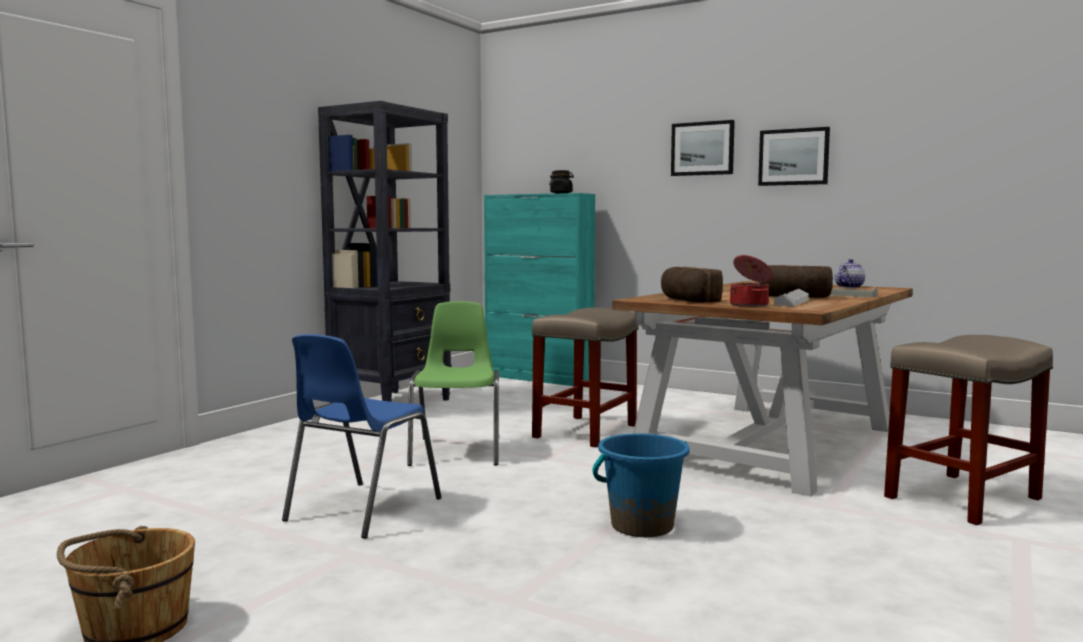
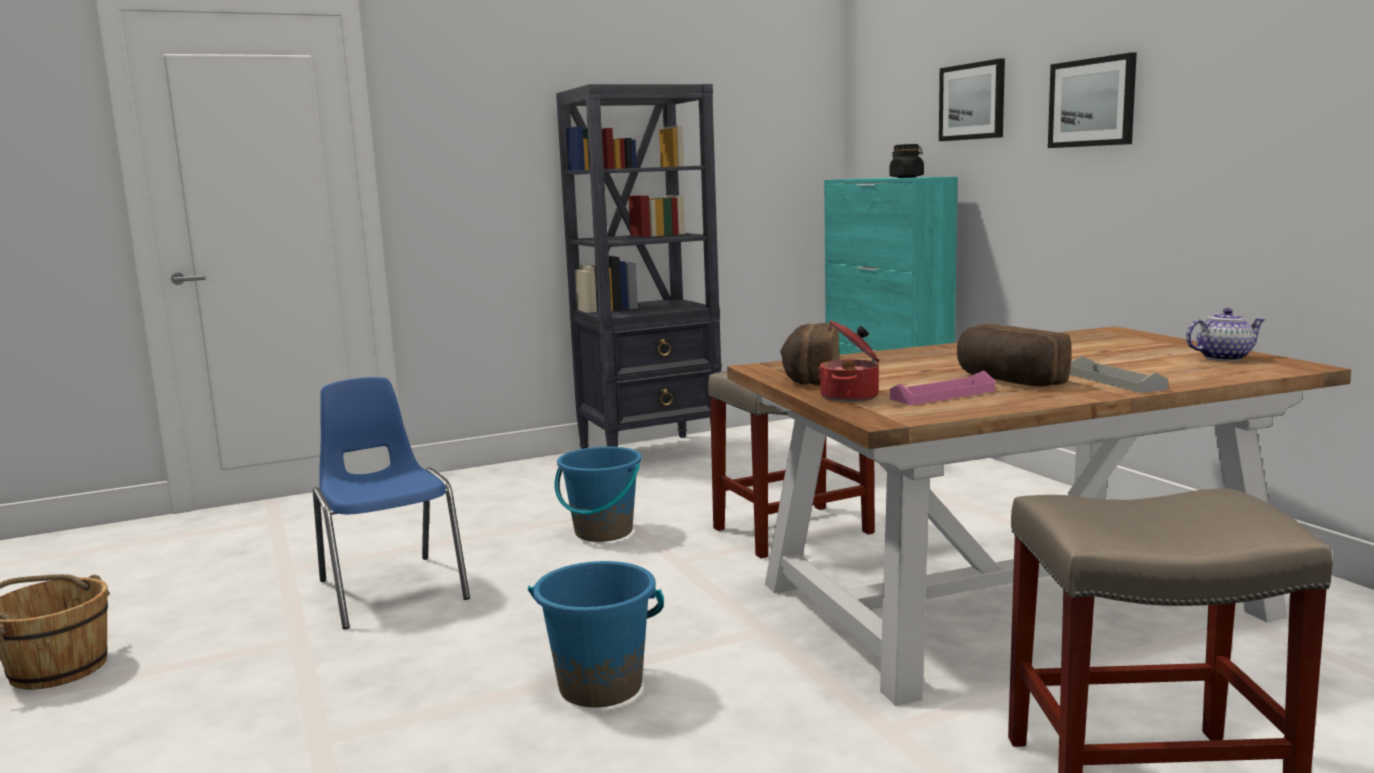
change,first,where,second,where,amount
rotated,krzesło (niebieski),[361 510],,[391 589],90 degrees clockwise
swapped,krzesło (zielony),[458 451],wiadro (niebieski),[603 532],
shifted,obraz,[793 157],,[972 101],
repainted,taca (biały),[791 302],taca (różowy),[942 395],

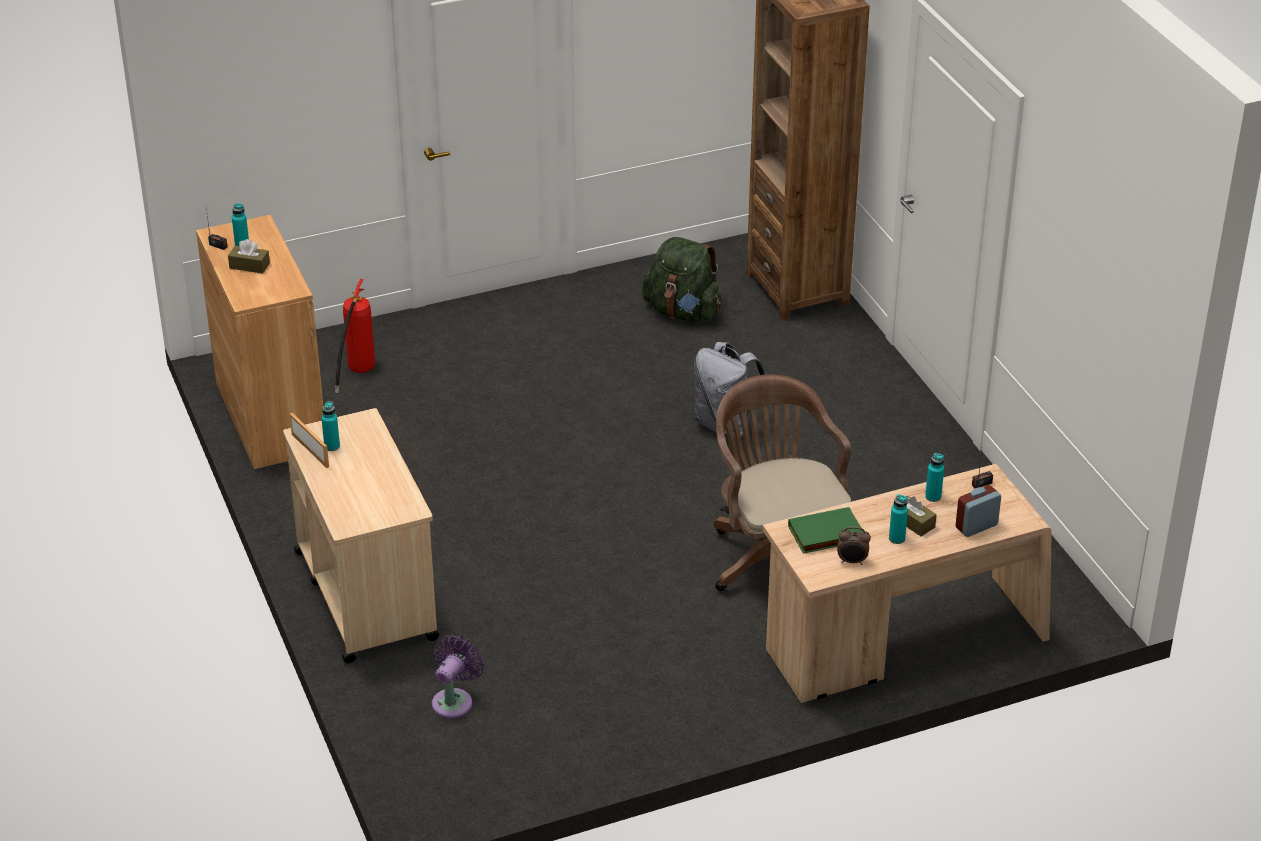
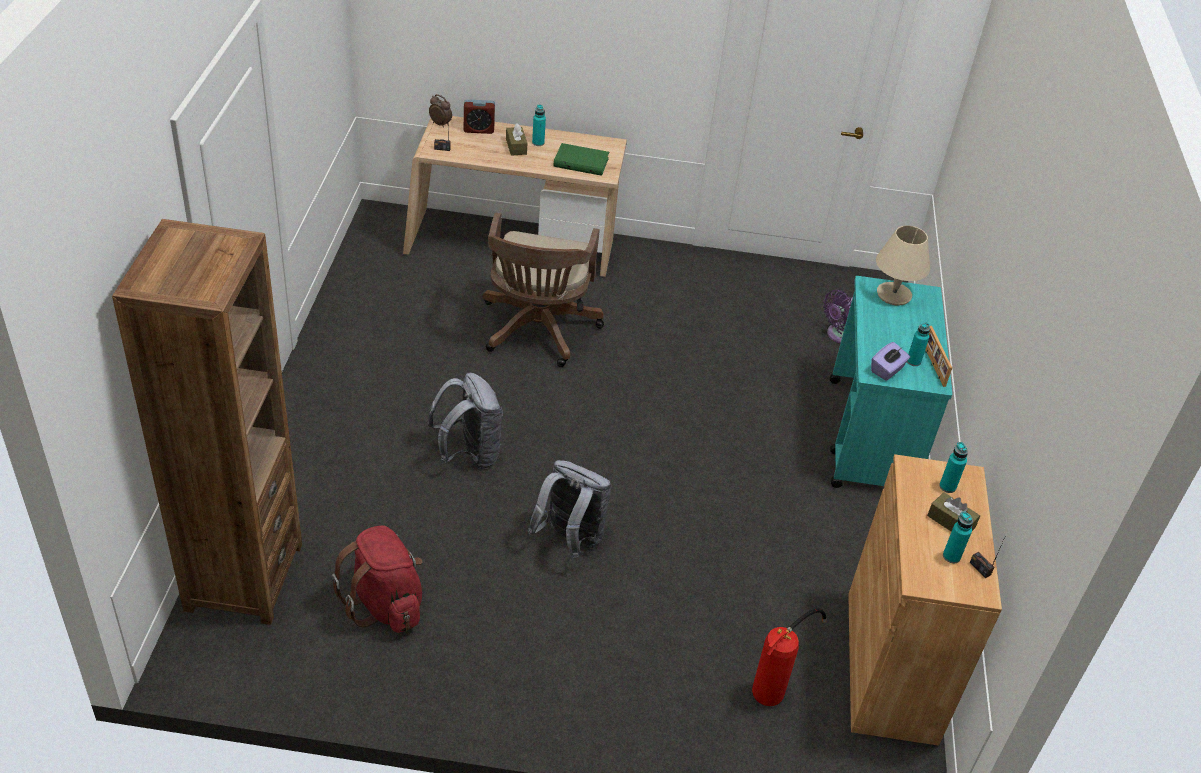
change,first,where,second,where,amount
repainted,wózek (beżowy),[365 594],wózek (turkusowy),[870 437],
repainted,plecak (zielony),[682 312],plecak (czerwony),[385 604],
shifted,budzik,[852 561],,[440 124],
shifted,butelka (turkusowy),[933 497],,[947 486],
new,,,plecak (szary),[569 540],
new,,,pudełko chusteczek (fioletowy),[887 370],
new,,,lampa stołowa (beżowy),[893 294],

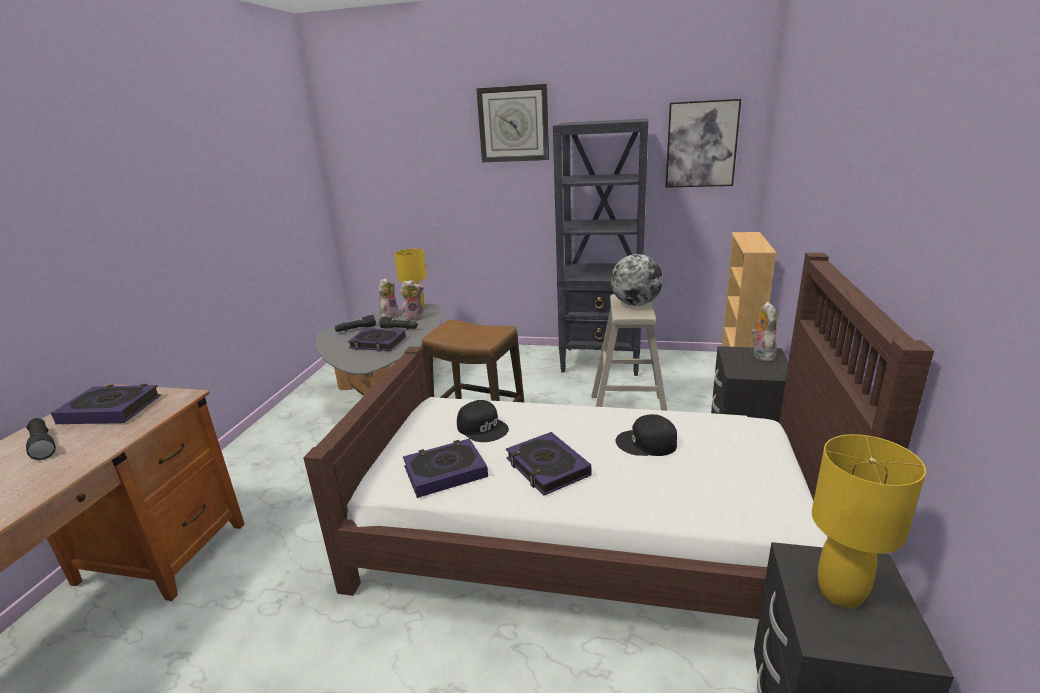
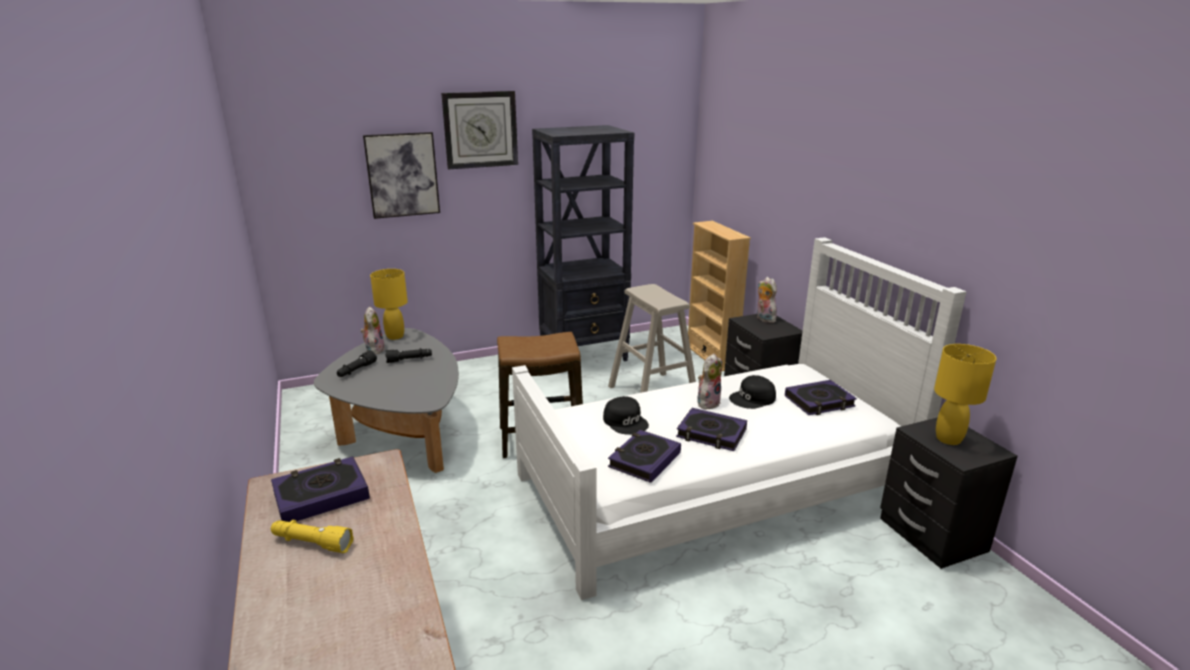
change,first,where,second,where,amount
repainted,latarka (czarny),[42 444],latarka (żółty),[311 543],
repainted,łóżko (brązowy),[585 533],łóżko (biały),[714 486],
shifted,książka,[378 343],,[819 402],
shifted,pluszak,[414 318],,[707 402],
rotated,czapka z daszkiem (czarny),[483 427],,[626 421],45 degrees clockwise
gone,globus,[635 304],,,
shifted,obraz,[701 144],,[402 175],

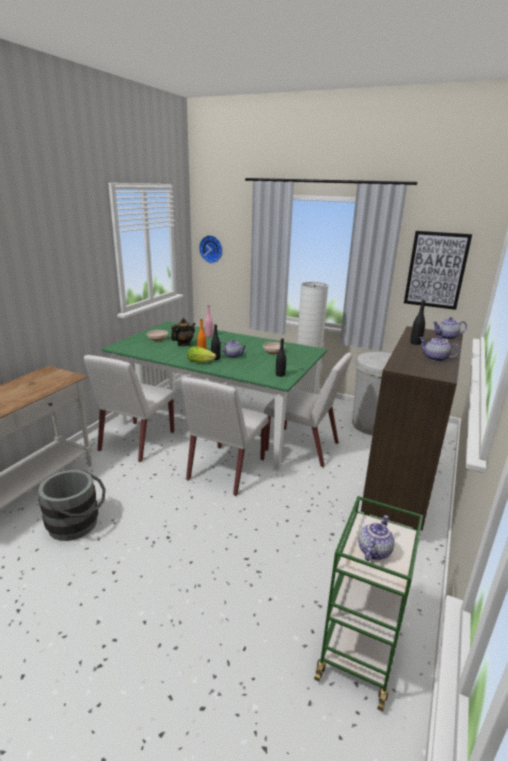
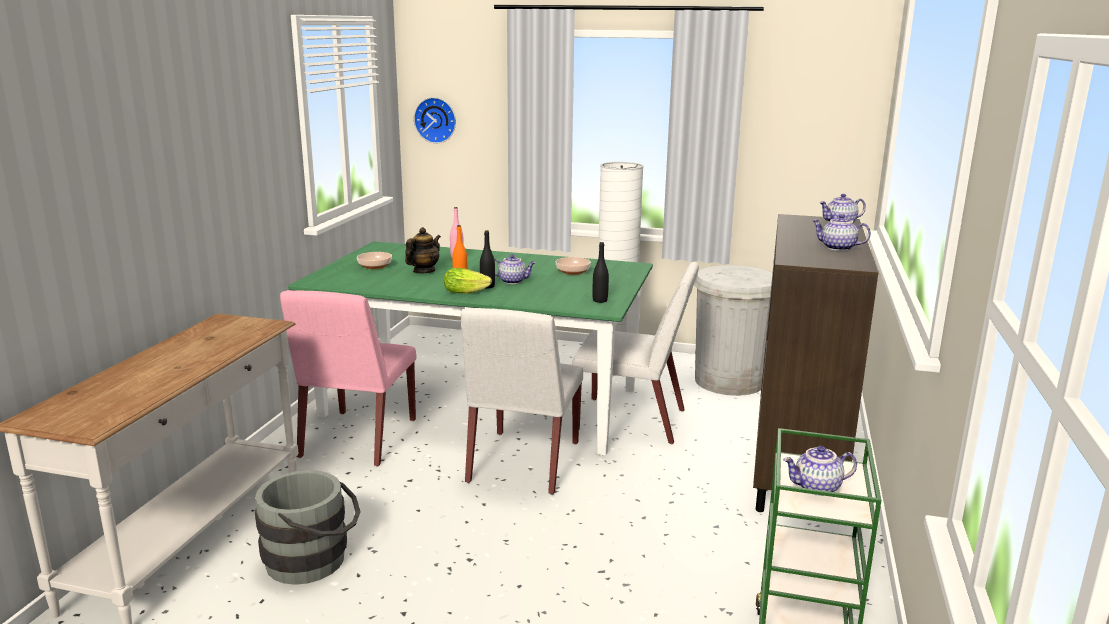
change,first,where,second,where,amount
repainted,krzesło (biały),[136 441],krzesło (różowy),[358 439],
rotated,imbryk,[373 550],,[817 488],120 degrees counterclockwise
gone,obraz,[436 270],,,
gone,butelka (czarny),[415 343],,,

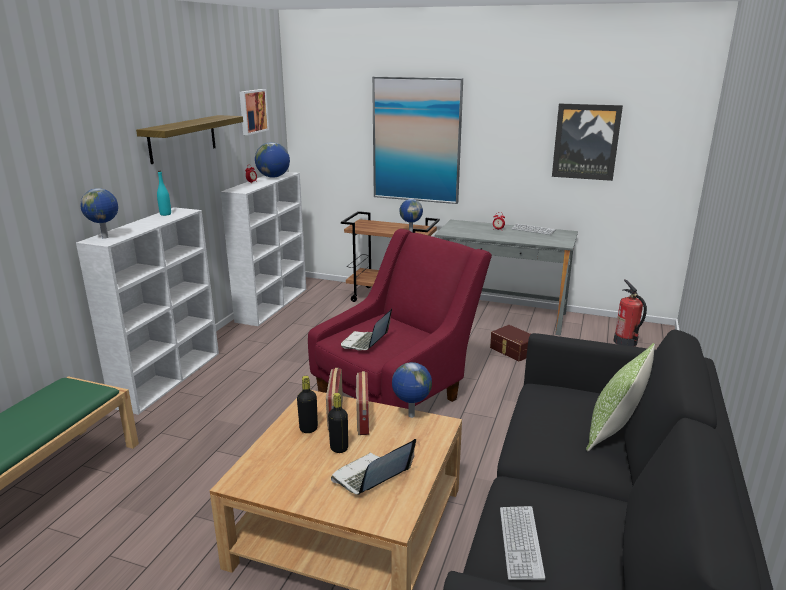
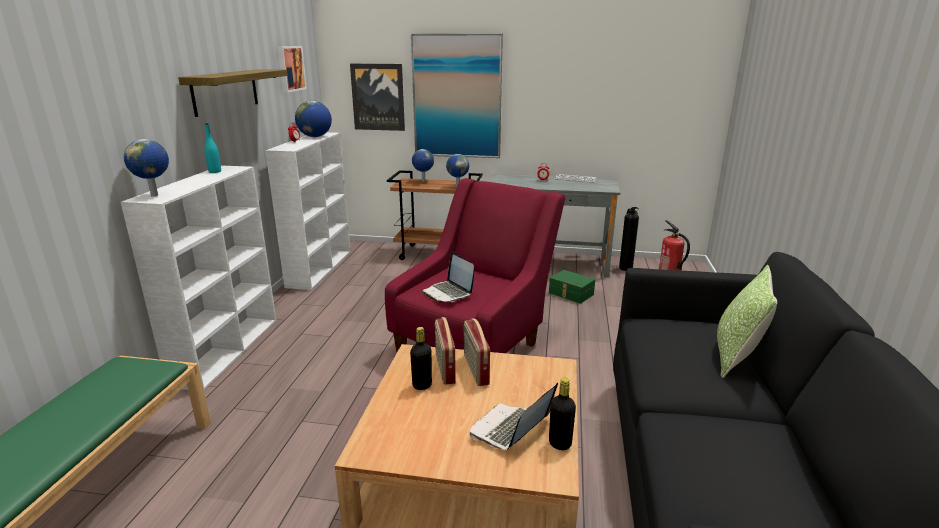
change,first,where,second,where,amount
shifted,butelka (czarny),[339 448],,[560 443],
rotated,laptop,[365 342],,[448 293],45 degrees counterclockwise
shifted,globus,[411 416],,[423 181],
repainted,pojemnik do przechowywania (brązowy),[512 350],pojemnik do przechowywania (zielony),[570 294],
gone,klawiatura,[520 543],,,
shifted,obraz,[586 142],,[378 97],
new,,,gaśnica,[625 268],

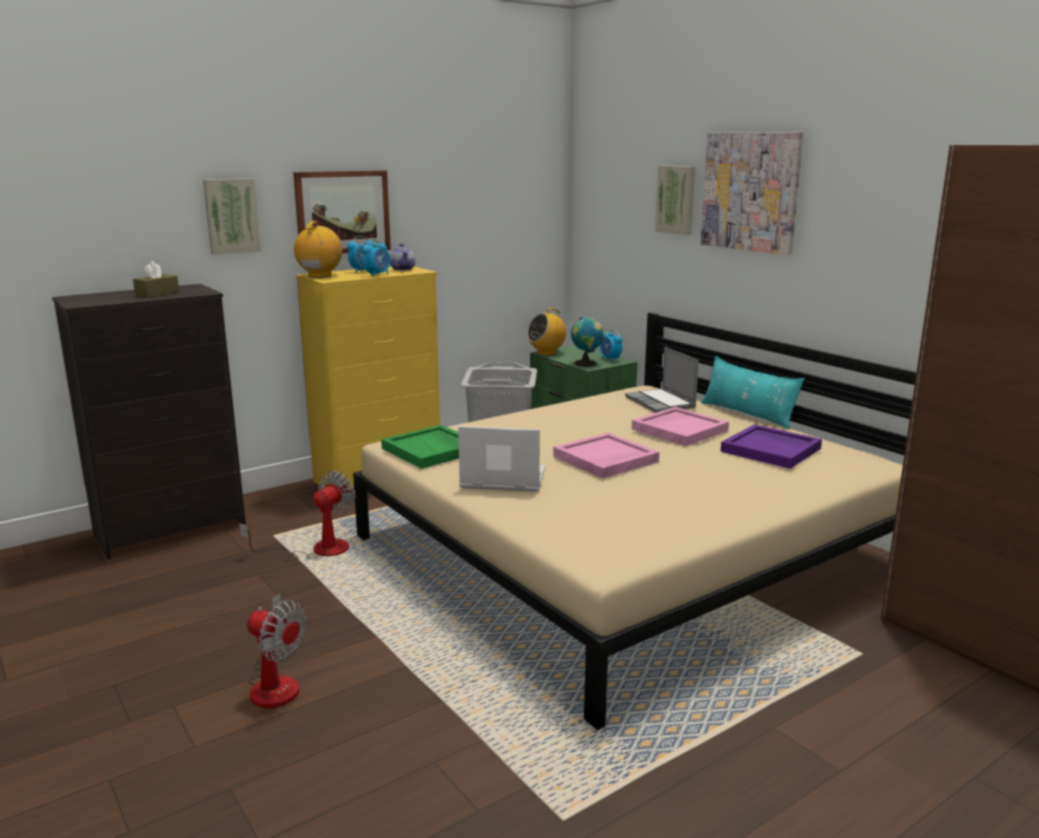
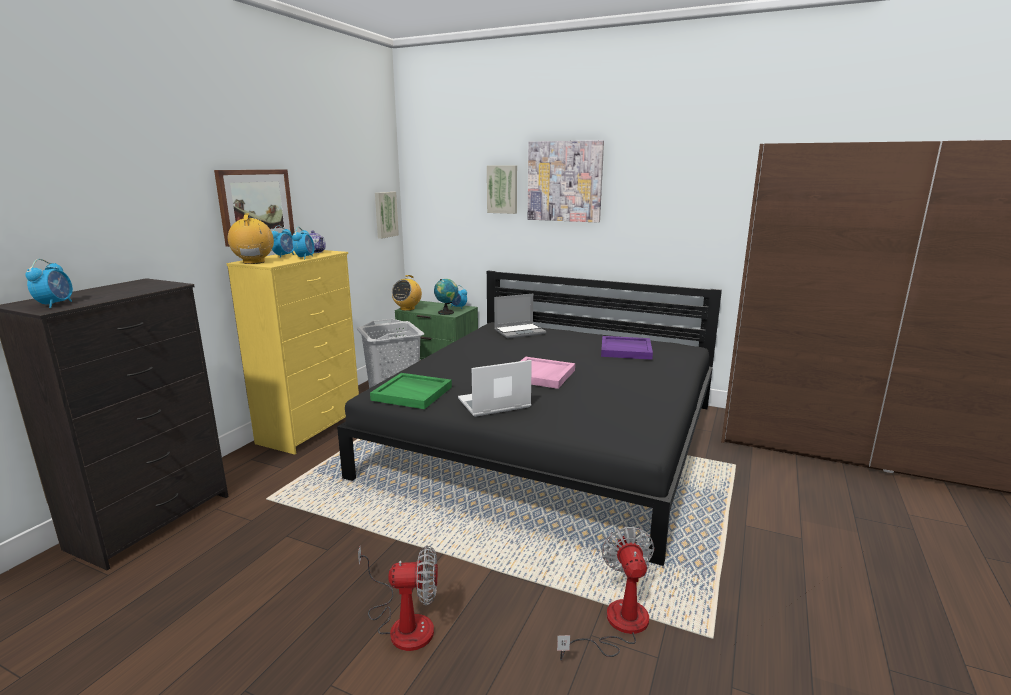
change,first,where,second,where,amount
gone,pudełko chusteczek (brązowy),[157 293],,,
shifted,obraz,[231 216],,[385 214],
shifted,wentylator,[317 550],,[616 625],
repainted,łóżko (beżowy),[629 552],łóżko (czarny),[549 438],
rotated,laptop,[661 402],,[520 331],60 degrees counterclockwise
gone,taca (różowy),[679 429],,,
gone,poduszka (turkusowy),[747 414],,,
new,,,budzik,[56 304],

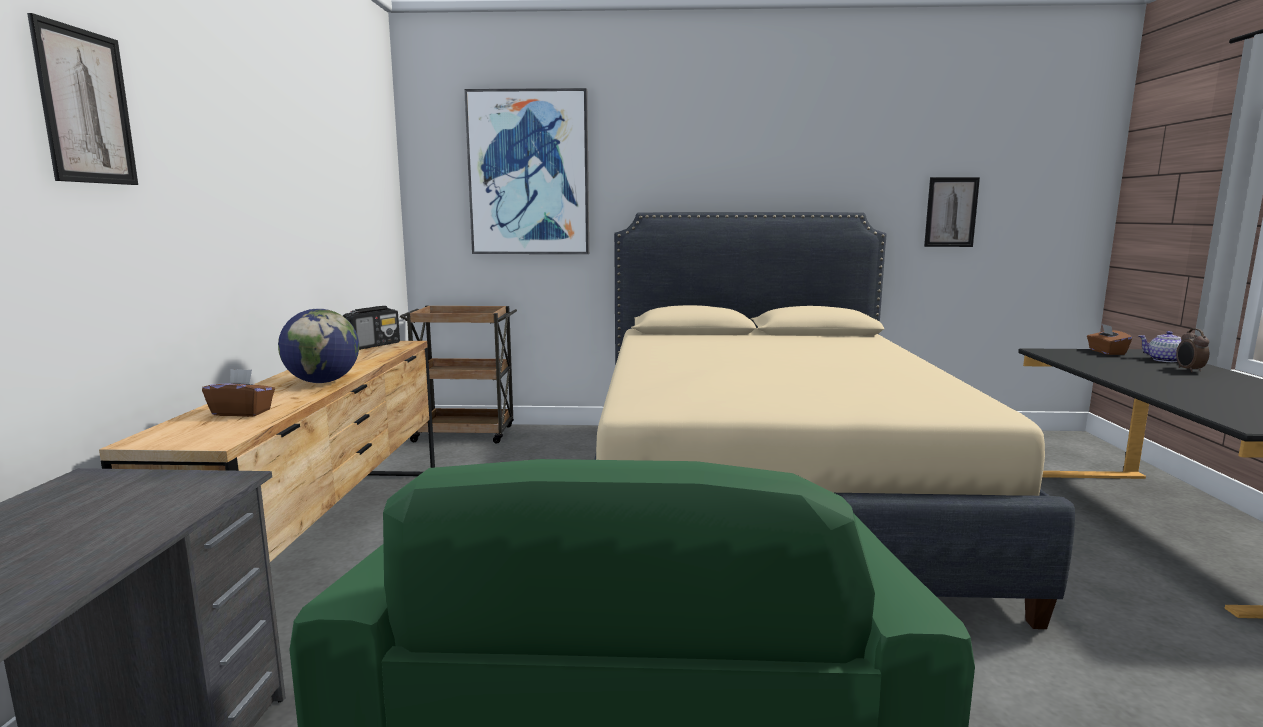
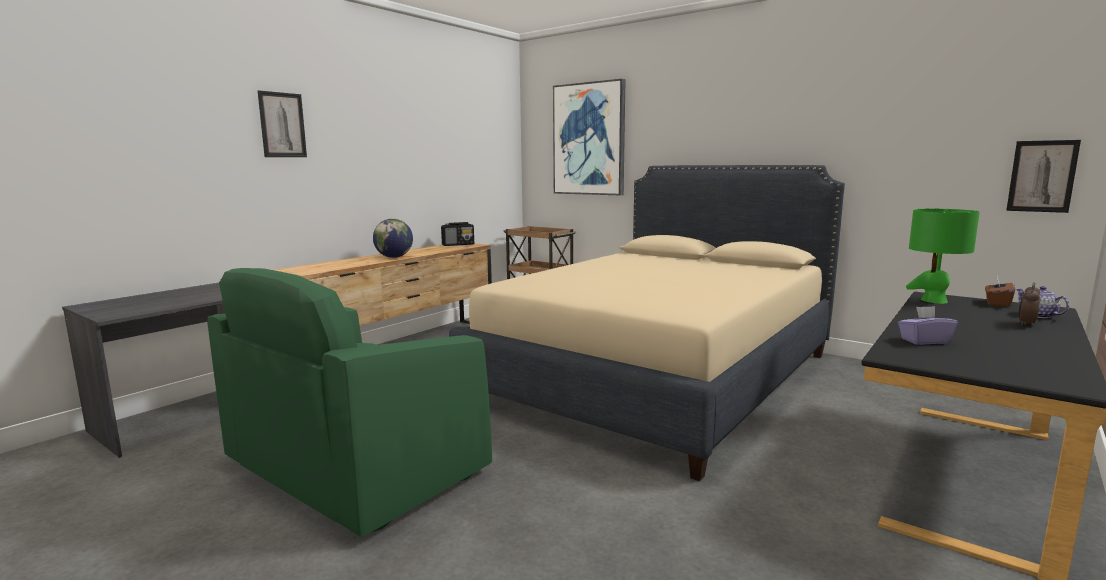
change,first,where,second,where,amount
gone,pudełko chusteczek (brązowy),[242 412],,,
shifted,obraz,[951 212],,[1042 176],
new,,,pudełko chusteczek (fioletowy),[924 341],
new,,,lampa stołowa (zielony),[933 301],

